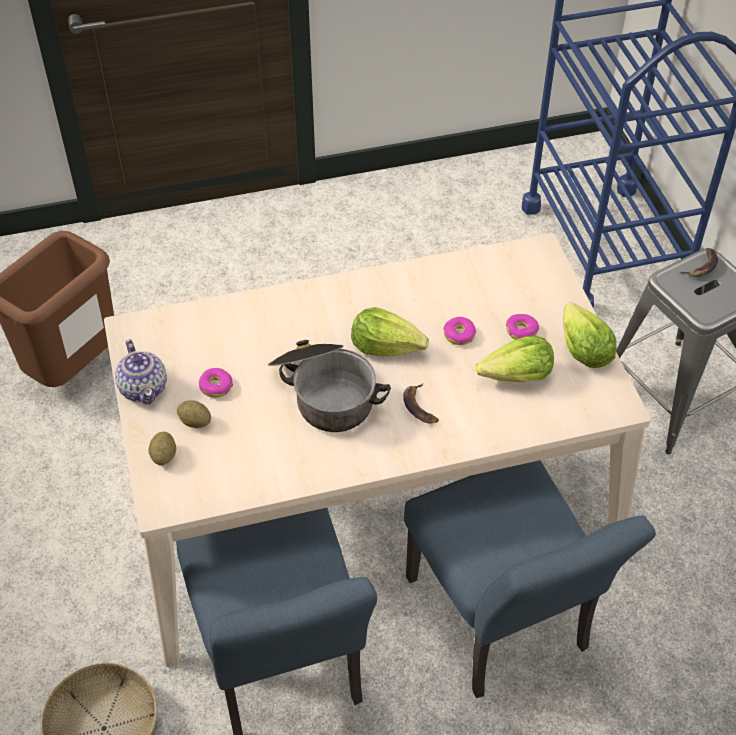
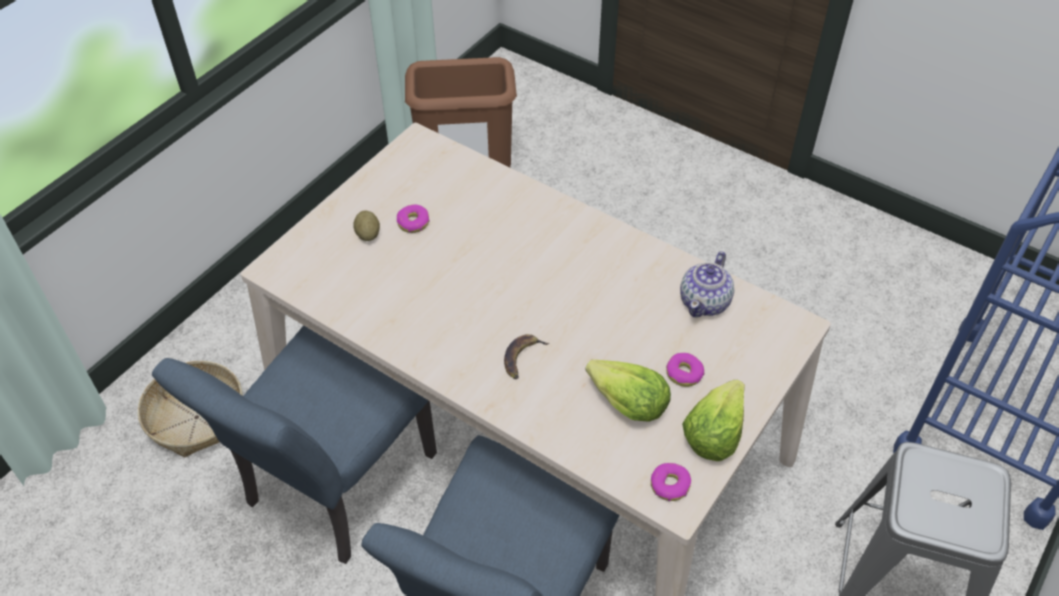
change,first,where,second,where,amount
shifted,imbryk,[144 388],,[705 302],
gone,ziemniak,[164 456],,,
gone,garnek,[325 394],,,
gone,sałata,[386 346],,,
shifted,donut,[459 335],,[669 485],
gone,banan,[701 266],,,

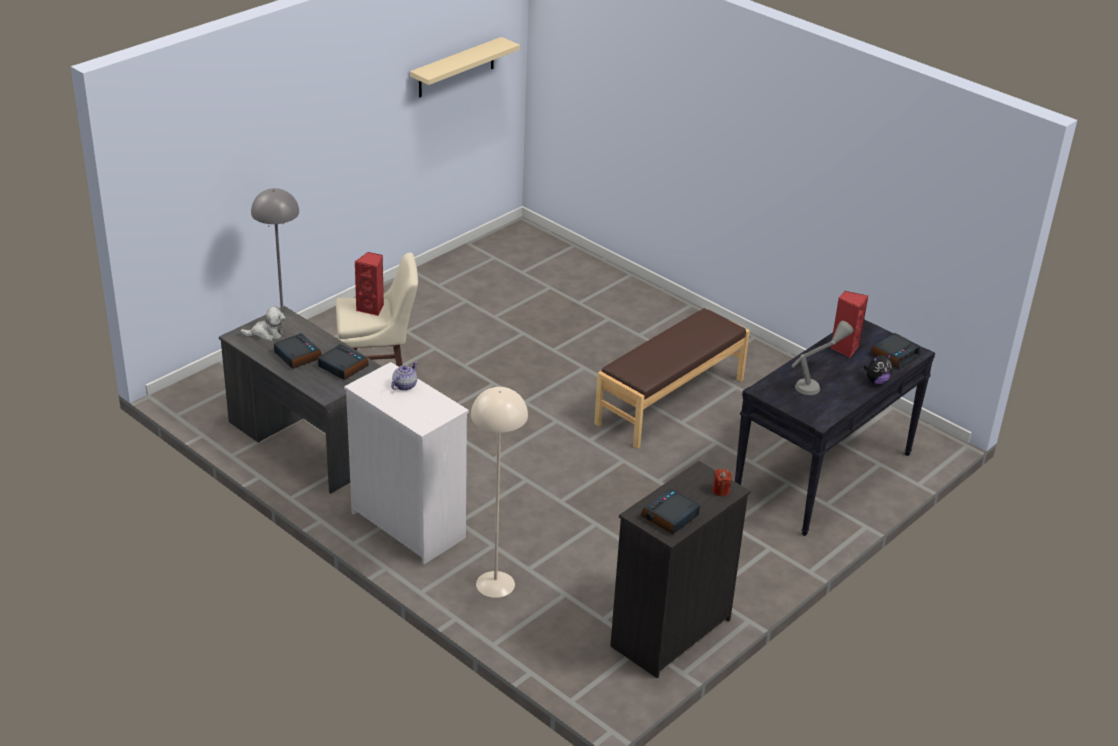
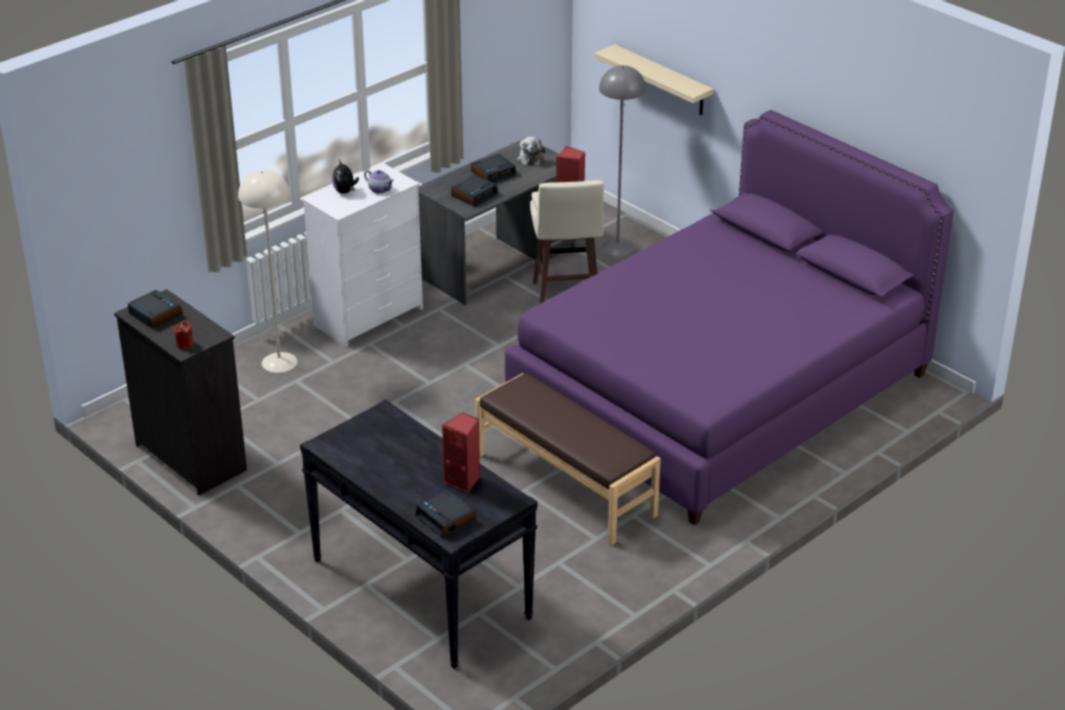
change,first,where,second,where,amount
shifted,półka (beżowy),[456 68],,[662 81],
gone,lampa stołowa (szary),[816 383],,,
shifted,pluszak,[876 381],,[345 191],
new,,,łóżko (fioletowy),[720 391],

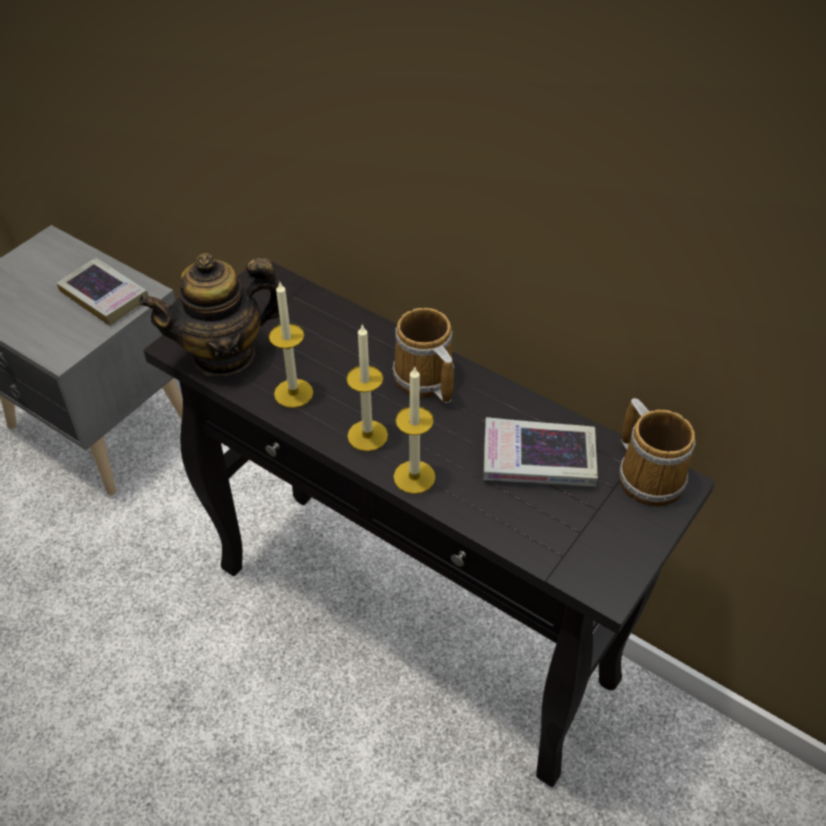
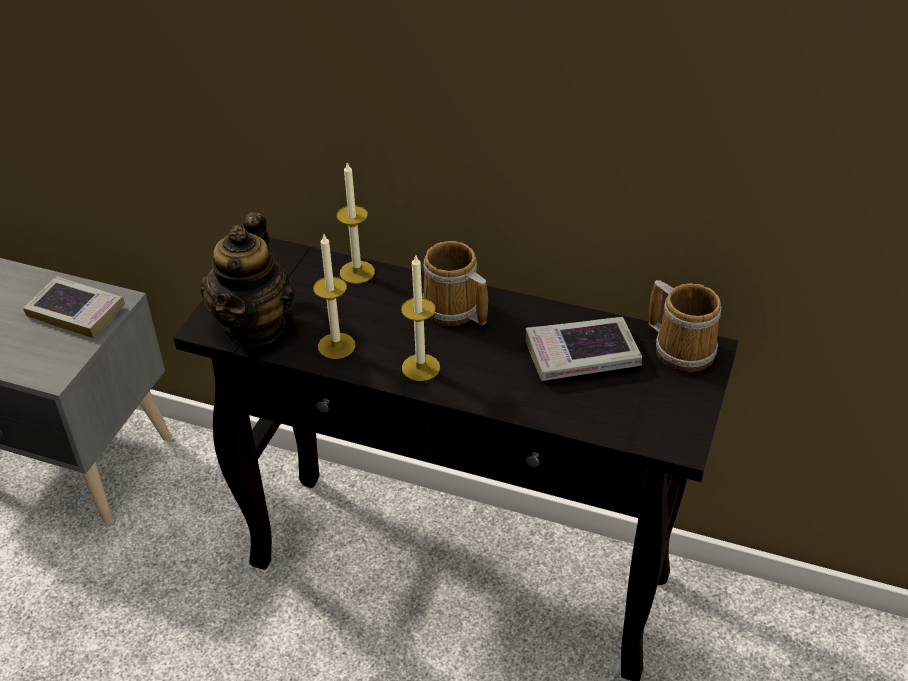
change,first,where,second,where,amount
rotated,imbryk,[224 354],,[255 325],45 degrees counterclockwise
shifted,świeca,[414 477],,[357 272],

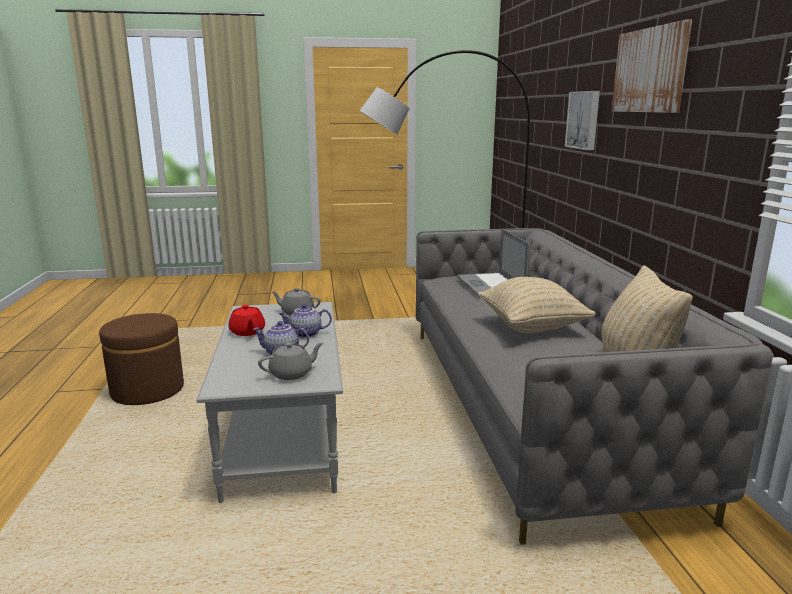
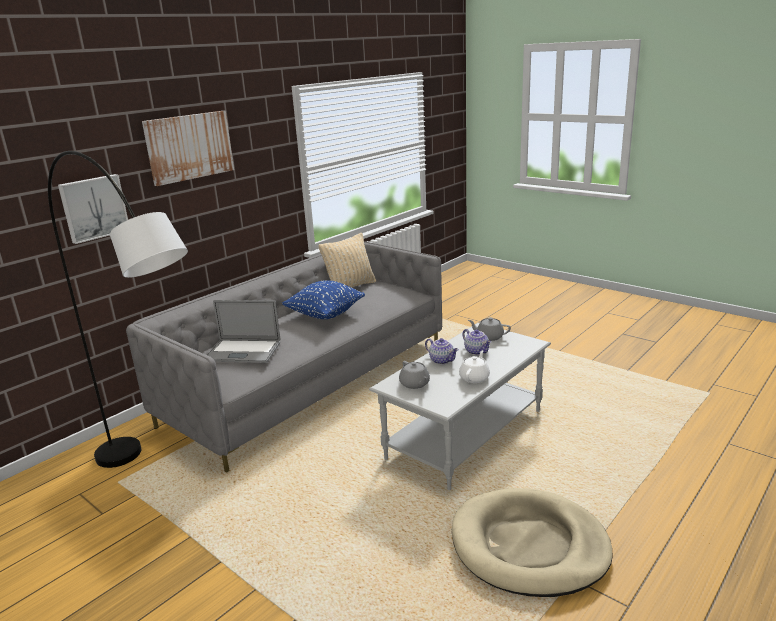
change,first,where,second,where,amount
swapped,pufa (brązowy),[147 390],legowisko (beżowy),[529 546],
repainted,imbryk (czerwony),[247 332],imbryk (biały),[474 377],
rotated,laptop,[490 285],,[243 351],60 degrees clockwise
repainted,poduszka (beżowy),[531 327],poduszka (niebieski),[325 314],

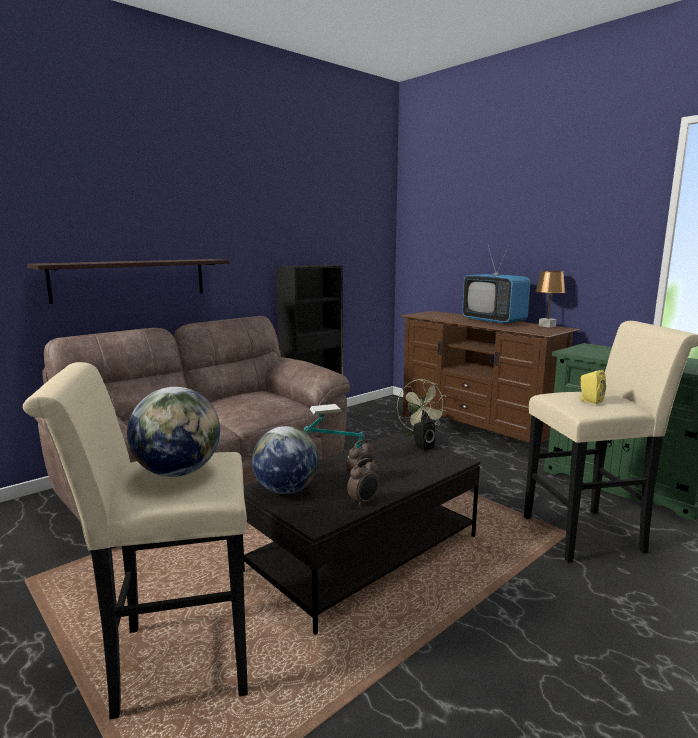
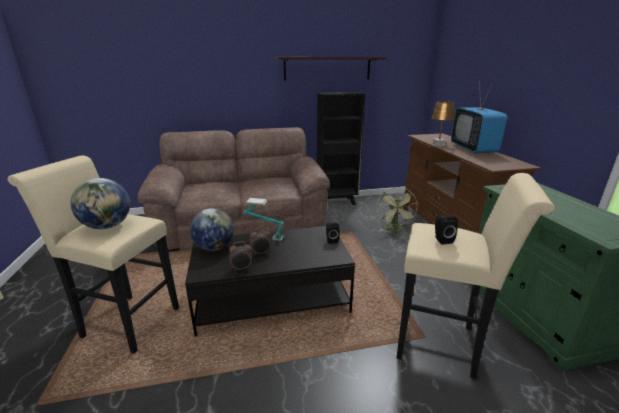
change,first,where,second,where,amount
shifted,półka,[131 279],,[327 68],
shifted,lampa stołowa (brązowy),[547 326],,[438 145],
repainted,głośnik (żółty),[589 401],głośnik (czarny),[442 239],

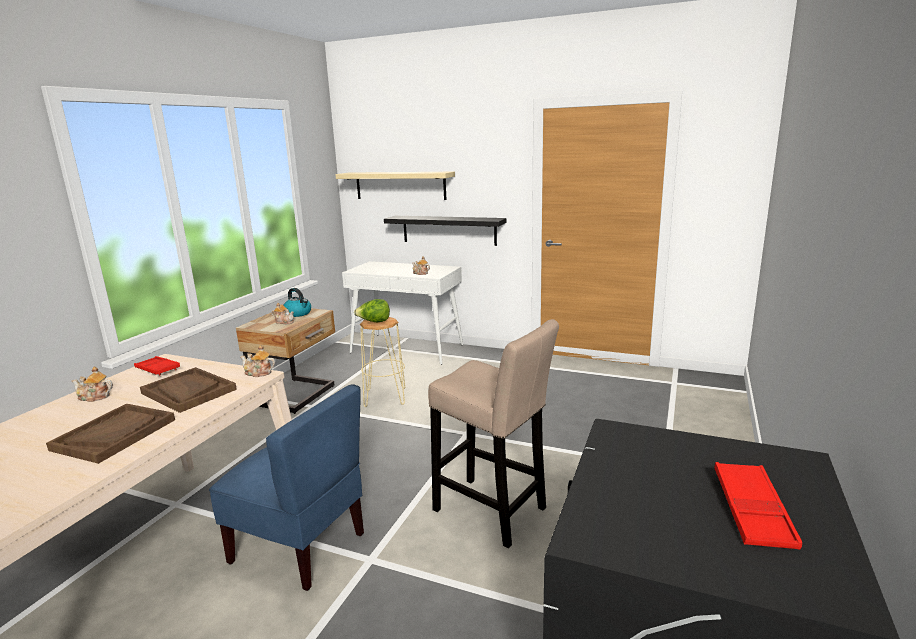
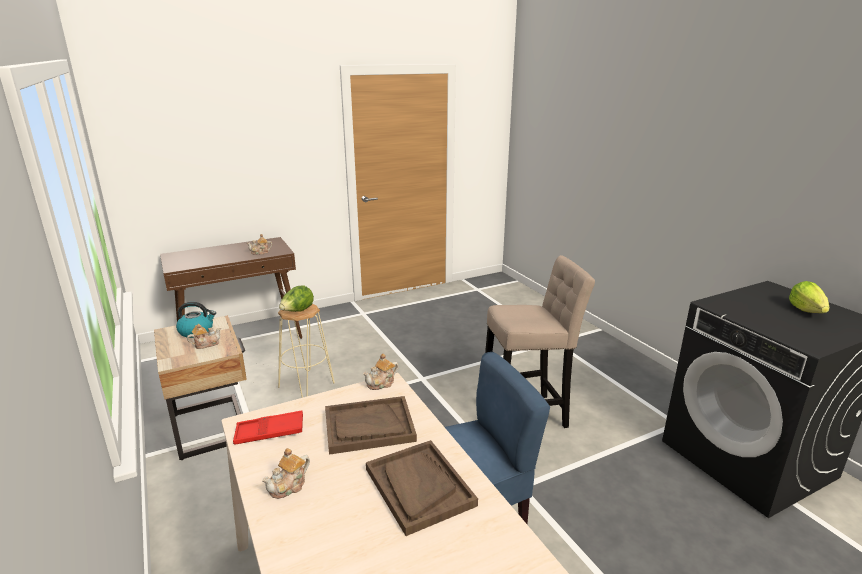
change,first,where,second,where,amount
gone,półka (beżowy),[400 185],,,
repainted,stolik konsolowy (biały),[407 349],stolik konsolowy (brązowy),[241 337],
gone,półka (czarny),[448 230],,,
swapped,taca (czerwony),[752 510],sałata,[806 310],

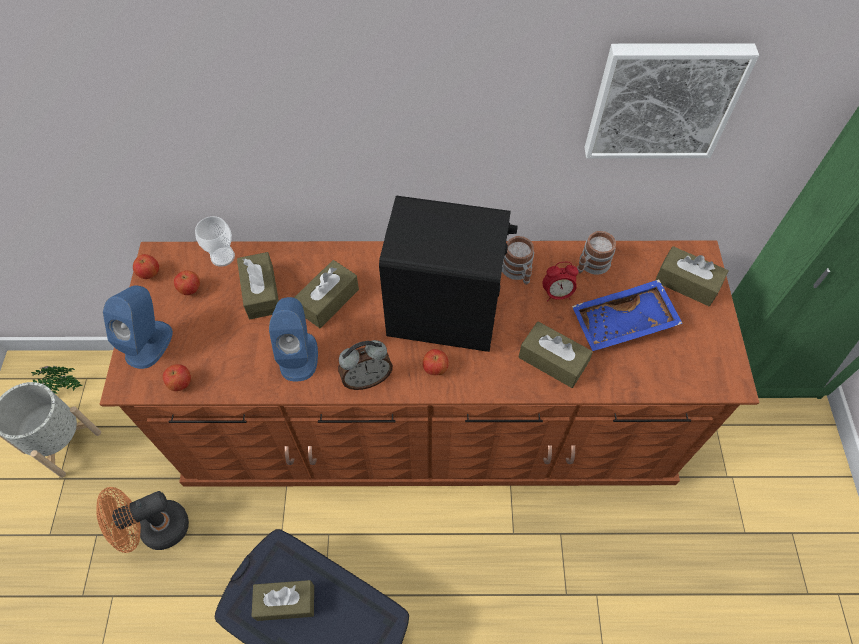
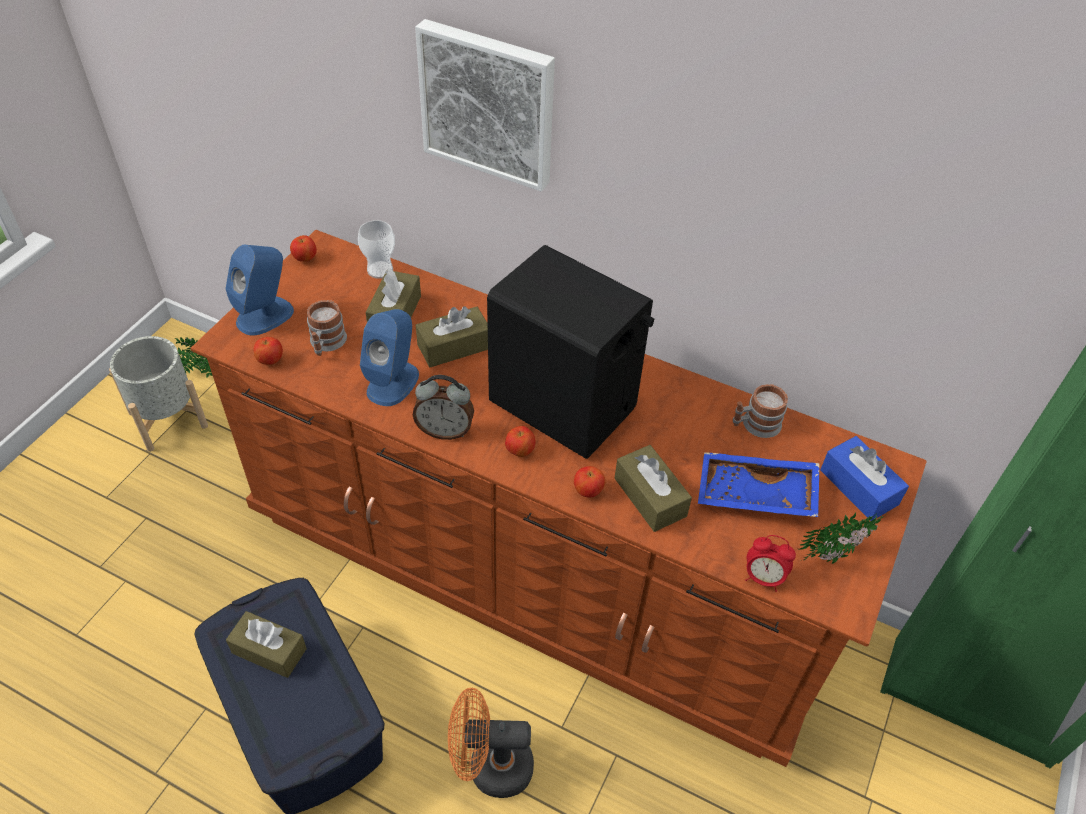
change,first,where,second,where,amount
shifted,wentylator (pomarańczowy),[156 530],,[490 767],
shifted,jabłko,[190 289],,[588 491],
shifted,kubek,[518 272],,[326 344],
shifted,budzik,[557 294],,[763 578],
shifted,obraz,[663 99],,[489 103],
repainted,pudełko chusteczek (brązowy),[687 283],pudełko chusteczek (niebieski),[858 487],
new,,,roślina doniczkowa,[837 555],

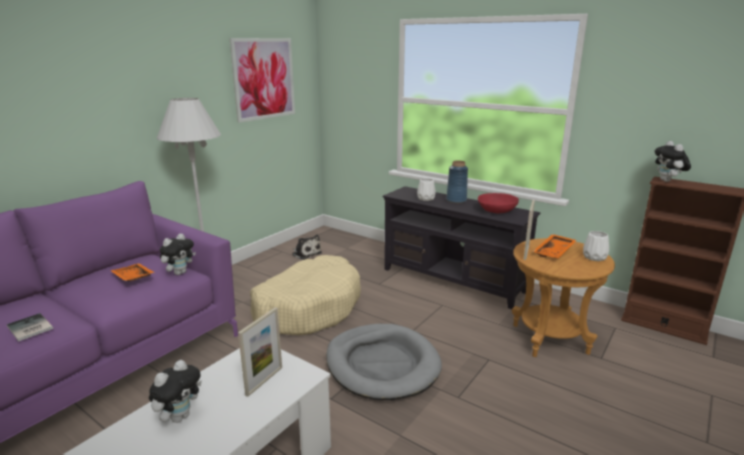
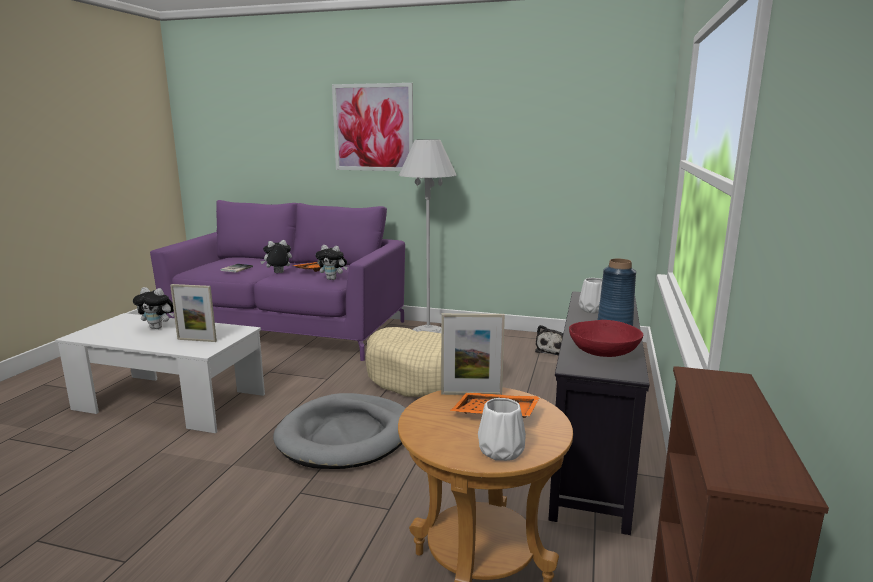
change,first,where,second,where,amount
shifted,obraz,[264 79],,[373 127],
shifted,pluszak,[667 181],,[278 273],

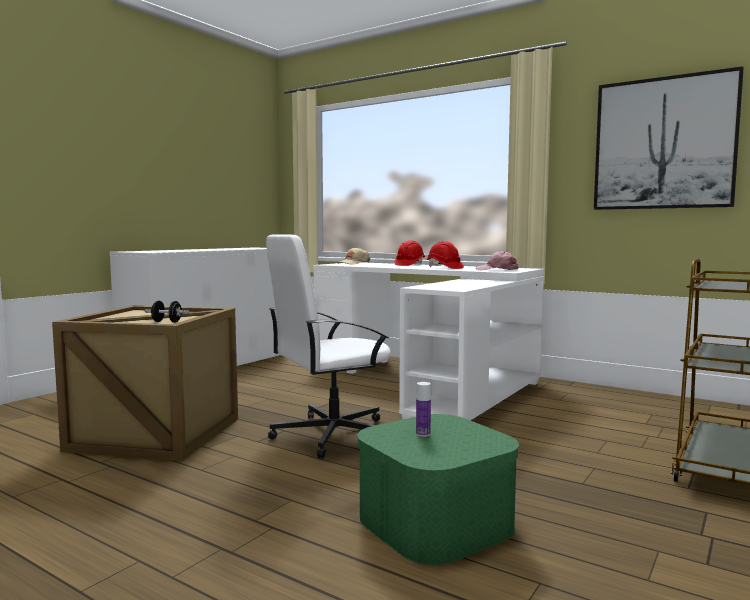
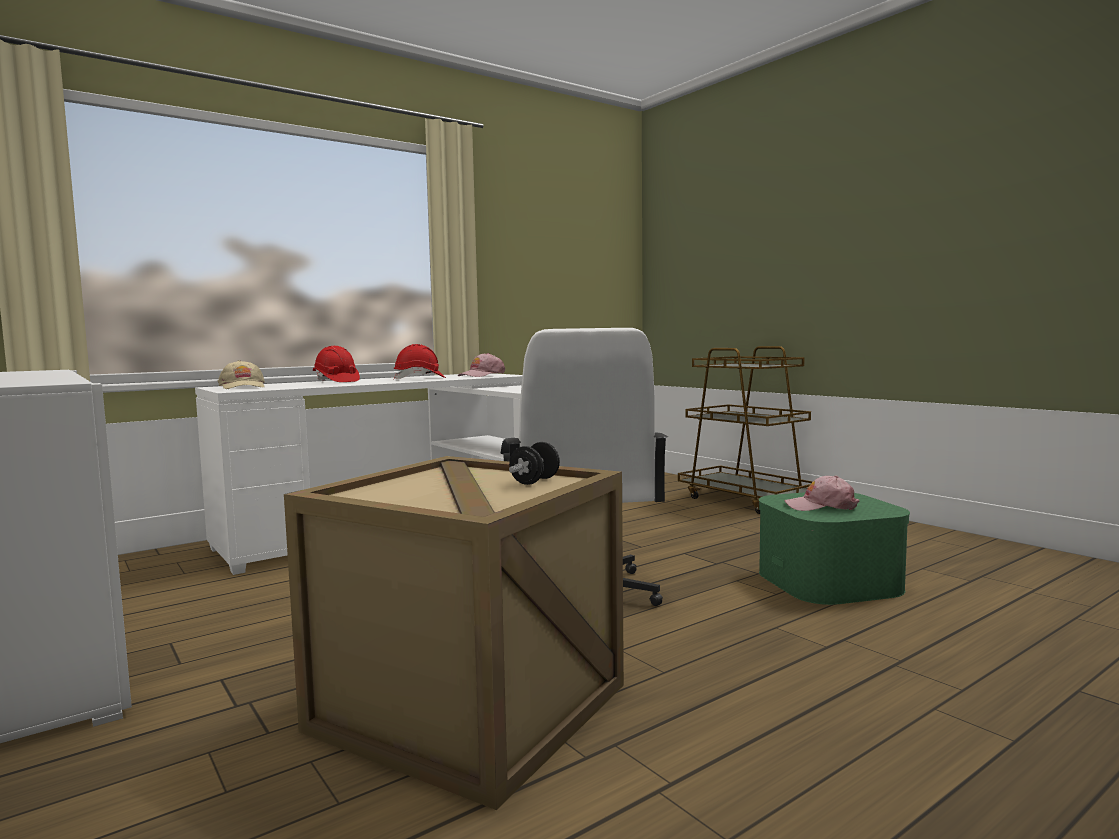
change,first,where,second,where,amount
swapped,butelka,[423 434],czapka z daszkiem (różowy),[821 506],
gone,obraz,[664 143],,,

